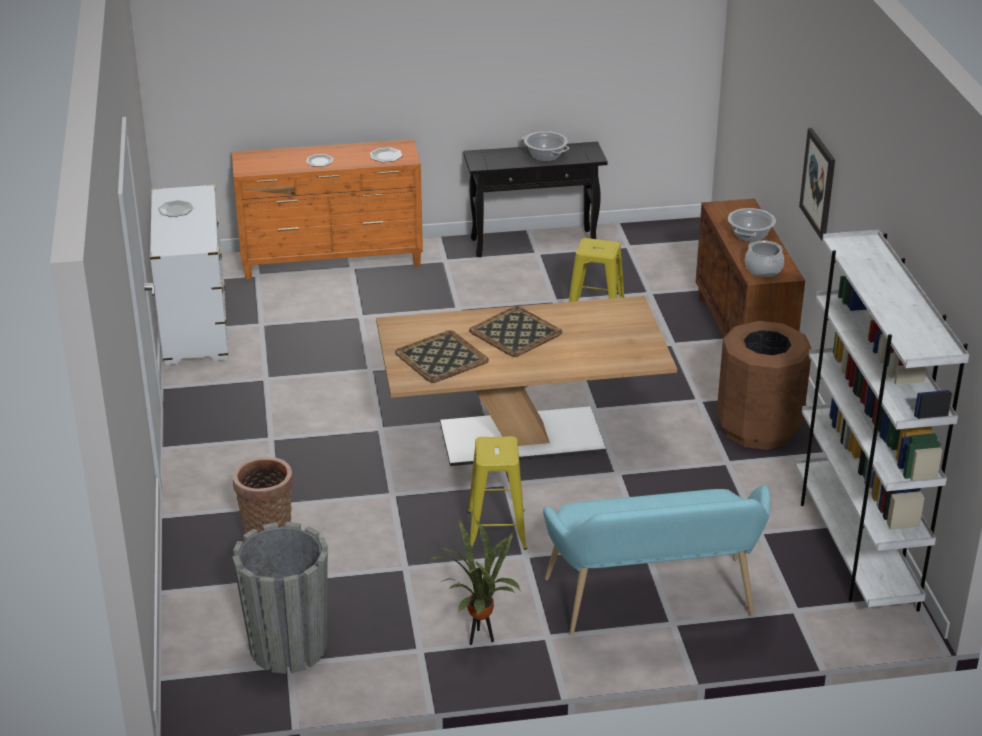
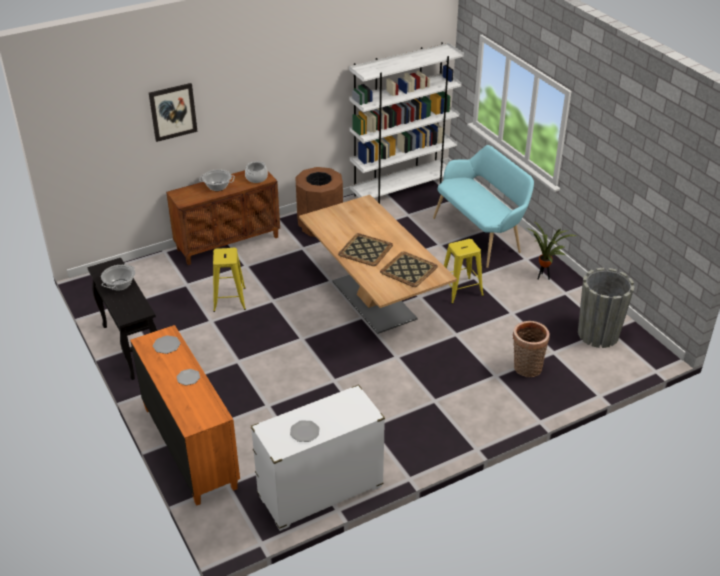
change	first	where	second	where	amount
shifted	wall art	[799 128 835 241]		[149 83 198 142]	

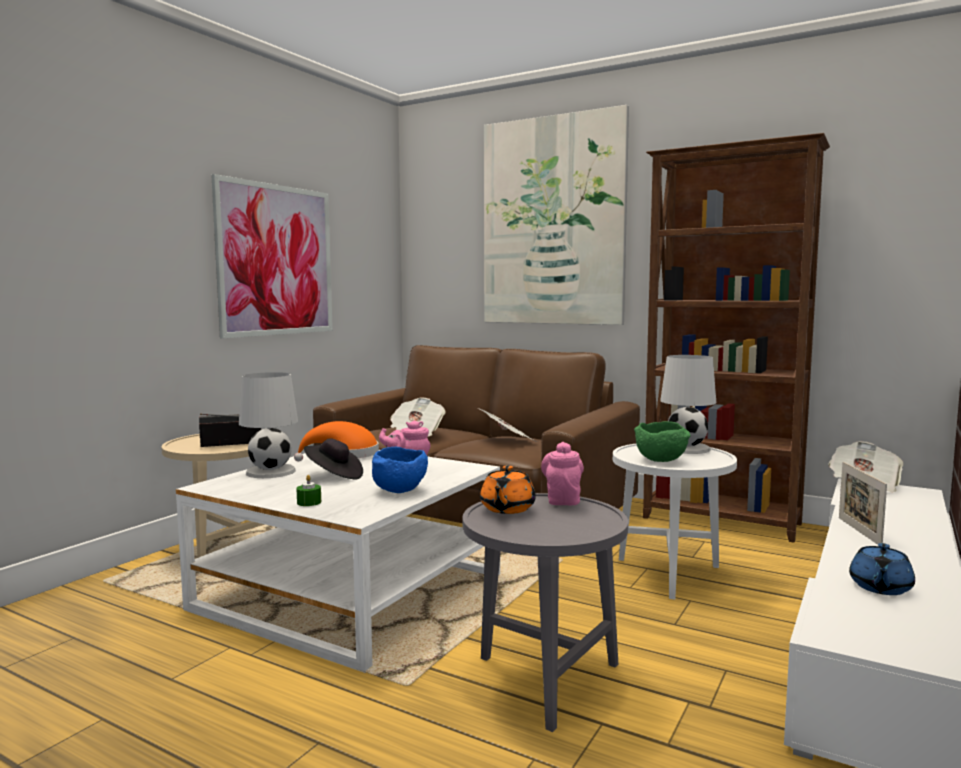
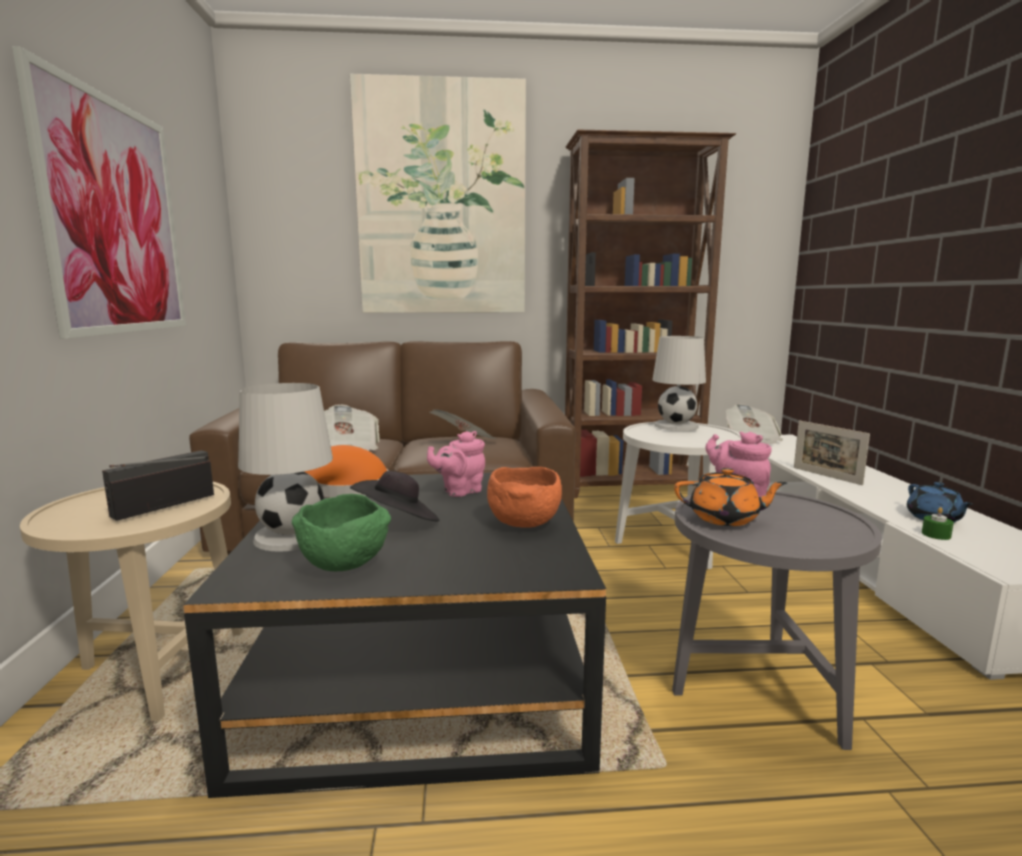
change	first	where	second	where	amount
shifted	greenish deep dish	[634 421 691 462]		[292 494 391 571]	
repainted	bluish deep dish	[372 447 428 493]	orange-coloured deep dish	[487 467 562 528]	
repainted	white low table	[176 449 500 673]	black low table	[183 473 606 798]	
rotated	orange-coloured tea pot	[480 465 536 514]		[674 468 787 526]	60 degrees counterclockwise
shifted	greenish wax candle	[296 475 321 506]		[922 507 954 540]	

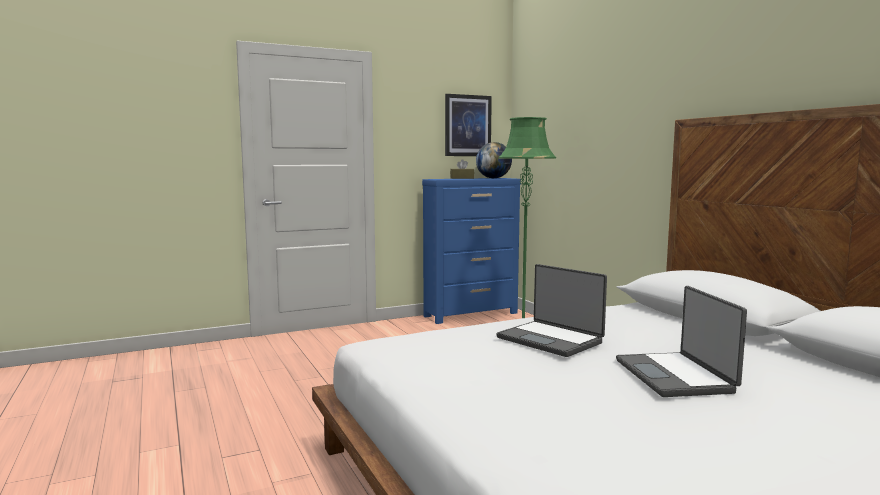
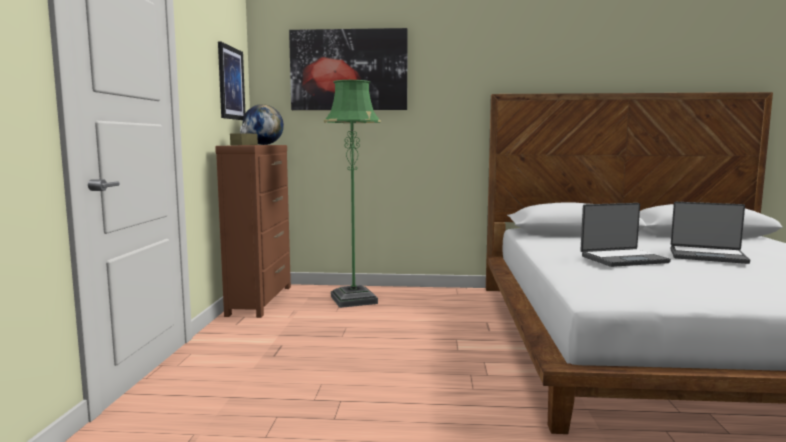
change	first	where	second	where	amount
repainted	bluish drawer chest	[422 178 521 324]	brown-coloured drawer chest	[215 145 291 318]	
new			wall art	[289 28 408 110]	

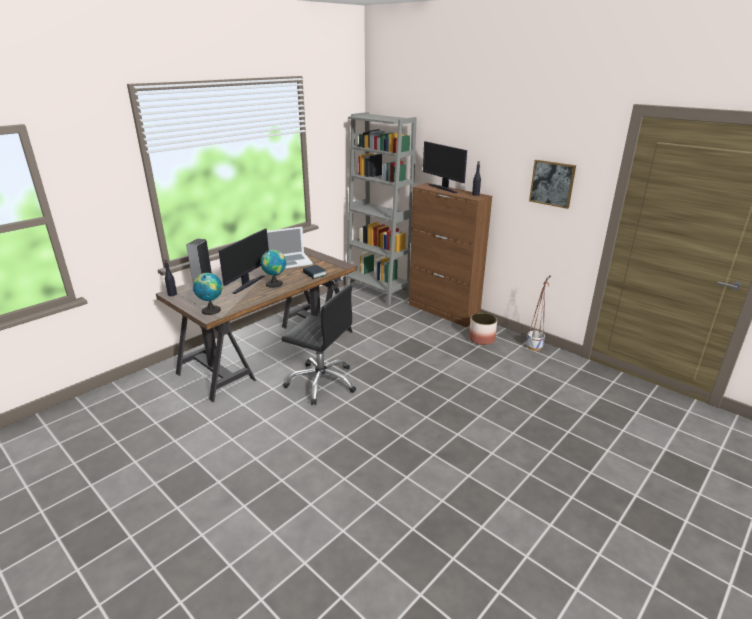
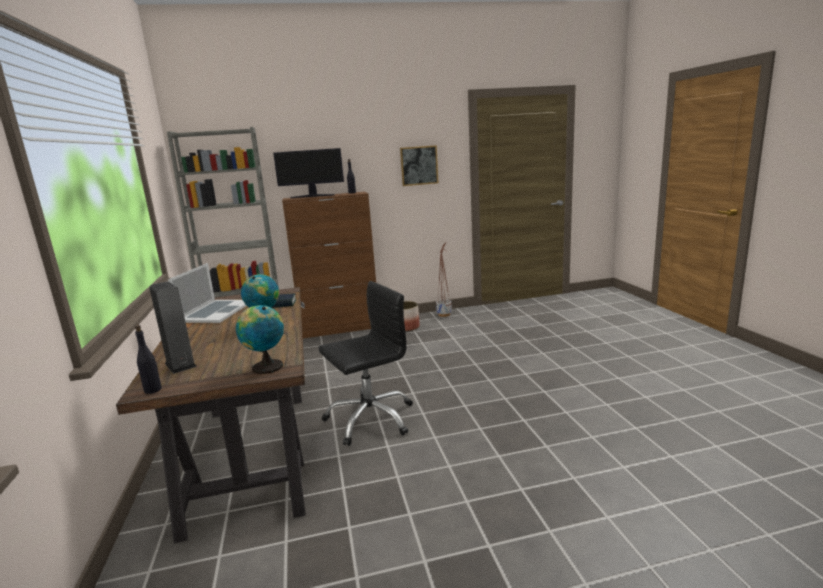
change	first	where	second	where	amount
gone	computer display	[218 229 269 294]			

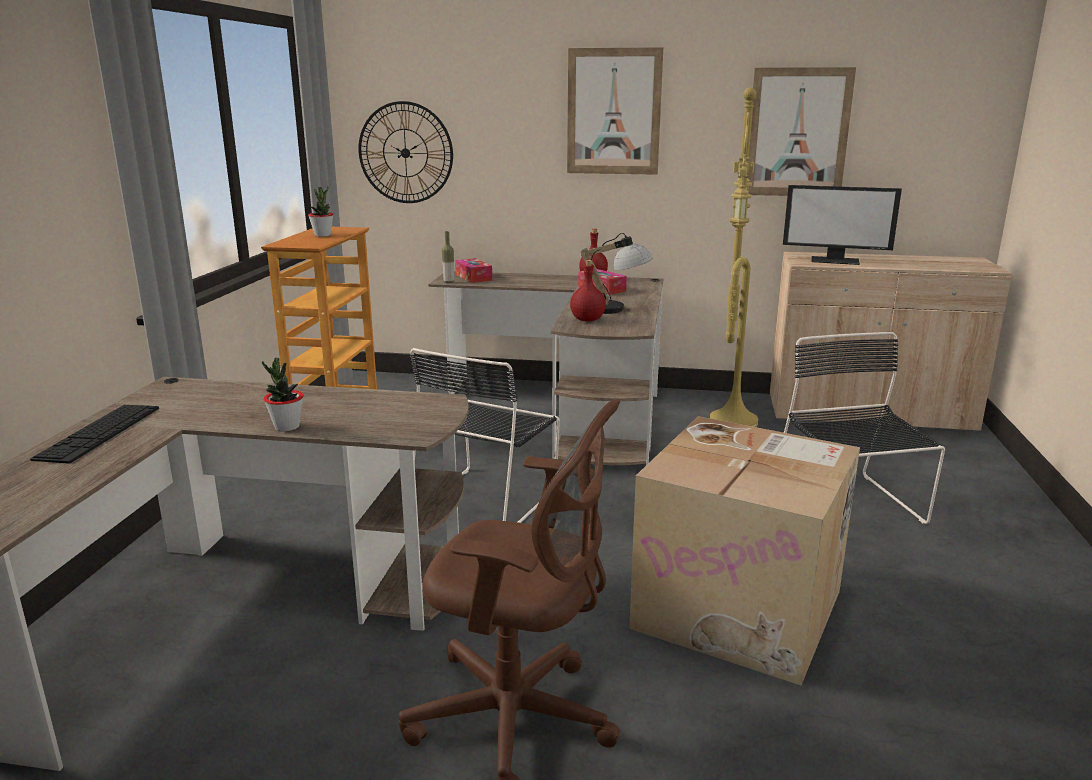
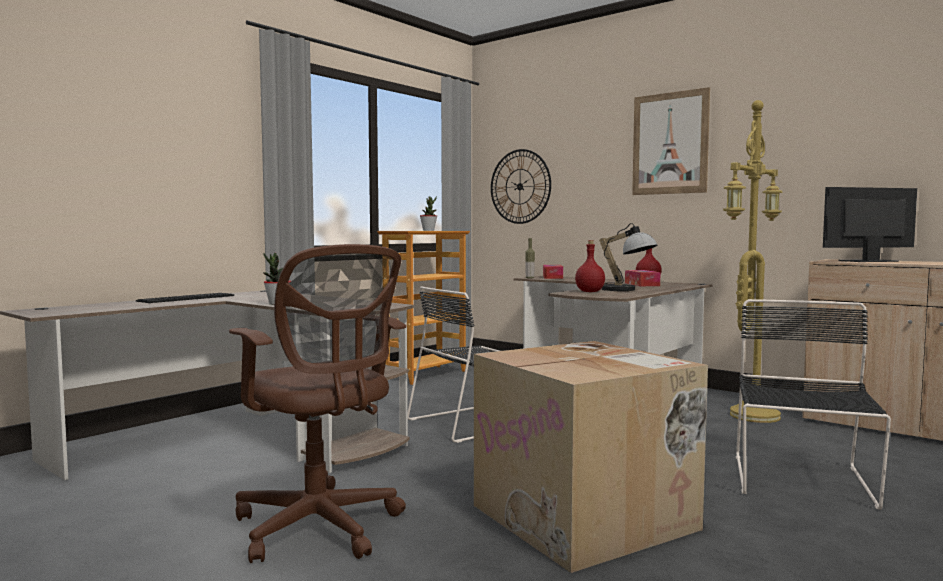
change	first	where	second	where	amount
gone	wall art	[748 67 856 196]			
rotated	computer display	[783 185 902 265]		[823 187 917 262]	120 degrees clockwise

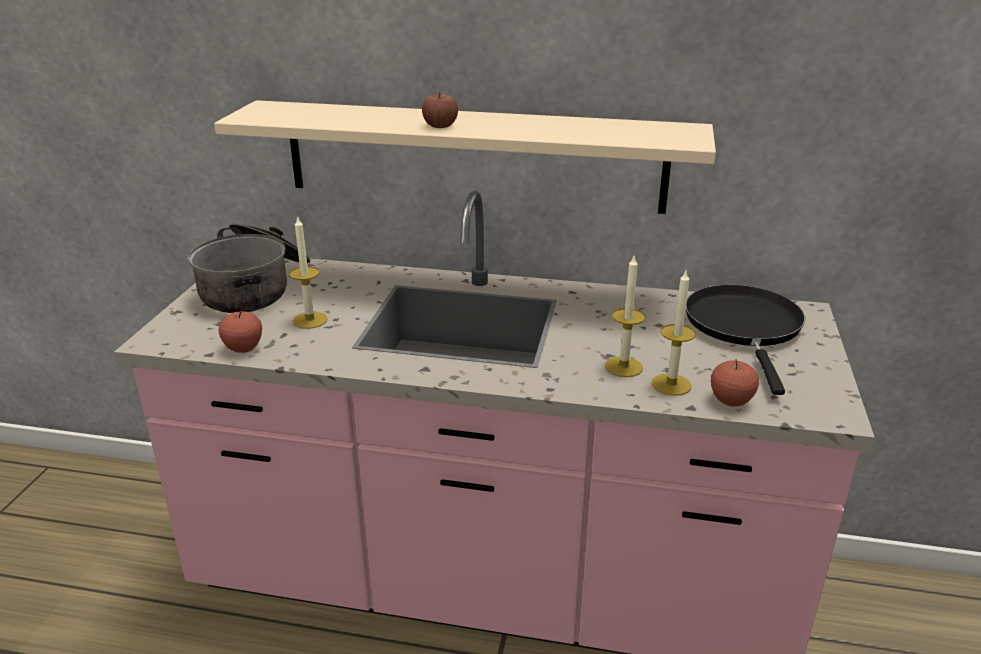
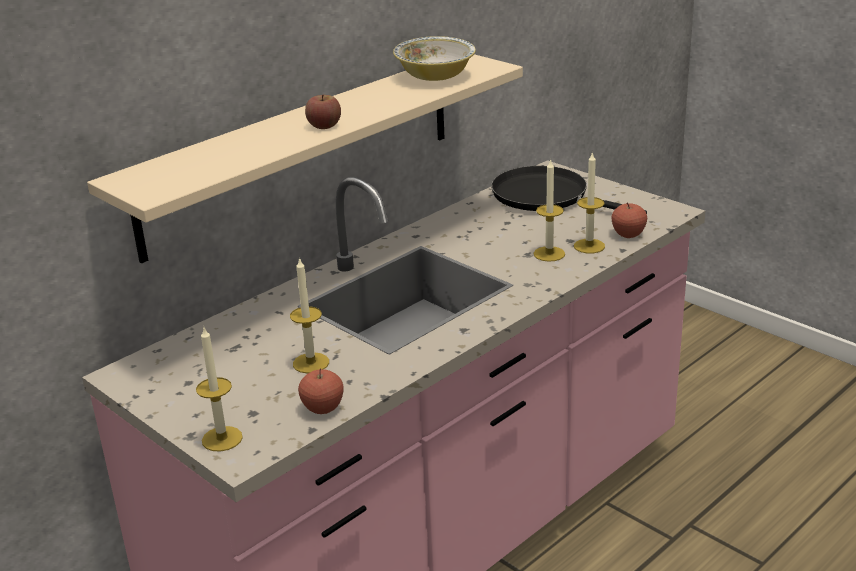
change	first	where	second	where	amount
gone	saucepot	[188 224 311 313]			
new			deep dish	[393 36 476 81]	
new			wax candle	[196 328 243 451]	

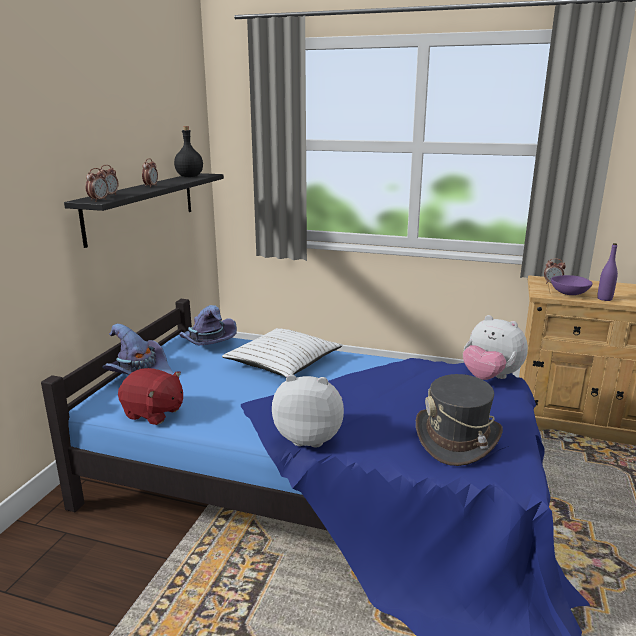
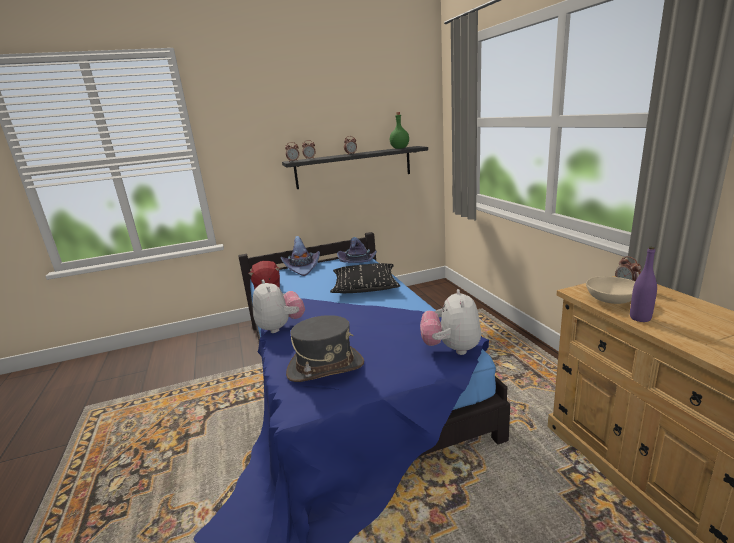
change	first	where	second	where	amount
repainted	black beverage bottle	[174 126 203 177]	greenish beverage bottle	[390 112 409 149]	
repainted	purplish deep dish	[551 275 592 295]	beige-coloured deep dish	[586 276 635 304]	
repainted	white cushion	[222 328 343 377]	black cushion	[330 263 400 293]	

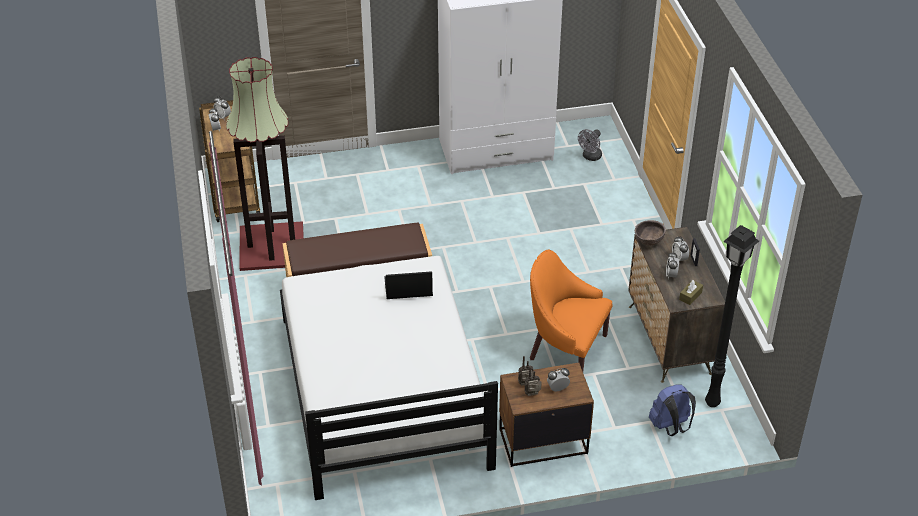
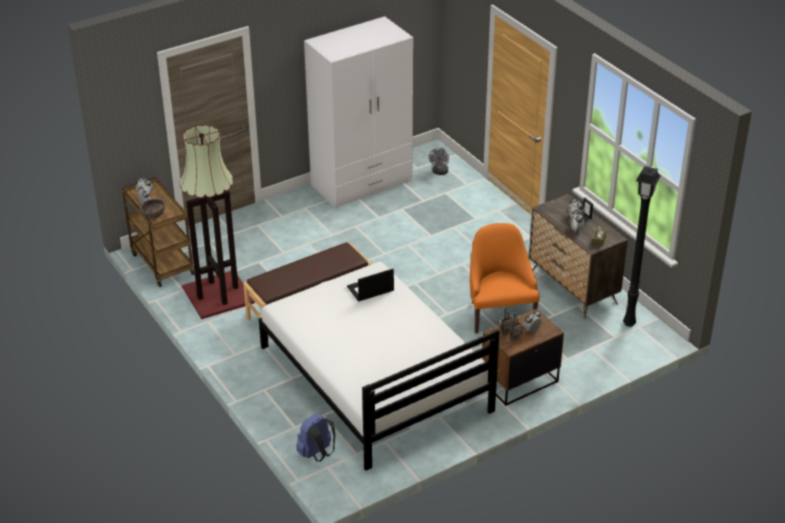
change	first	where	second	where	amount
shifted	brown-coloured deep dish	[635 220 666 246]		[140 198 165 219]	
rotated	orange-coloured armchair	[530 250 612 371]		[470 223 540 334]	75 degrees clockwise
shifted	bluish backpack	[649 384 696 436]		[296 414 335 462]	

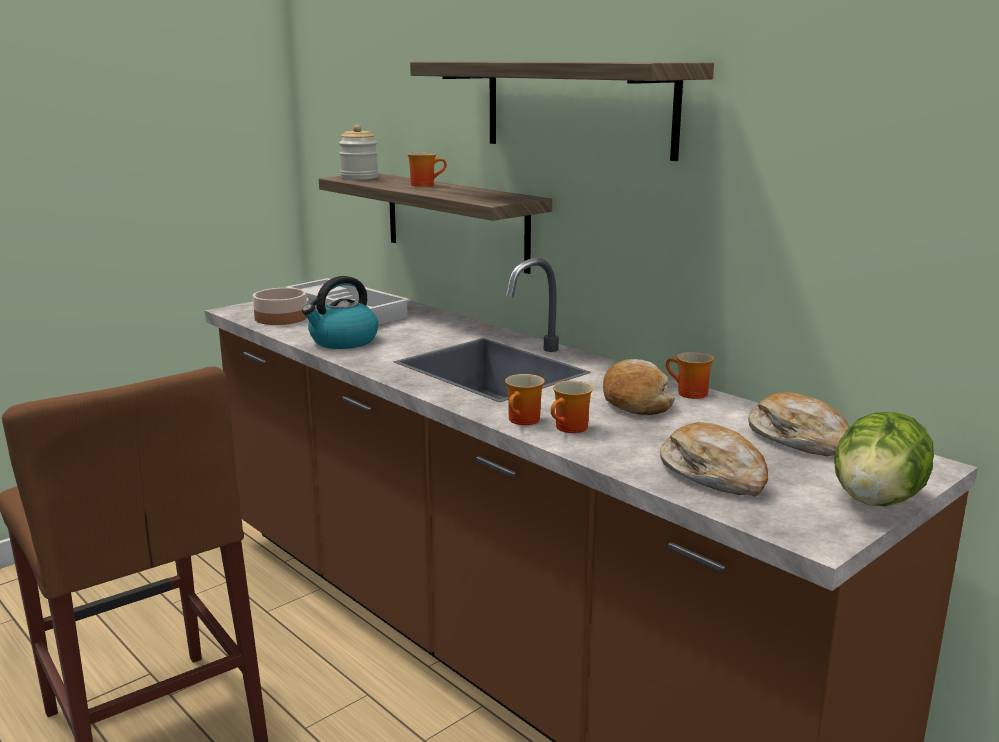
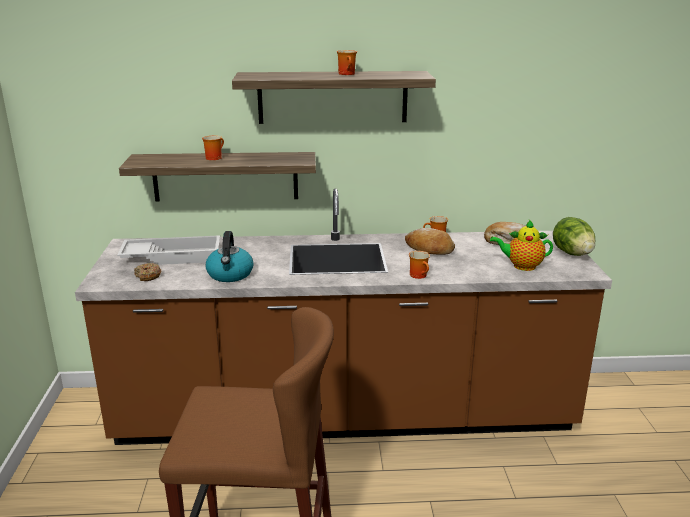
change	first	where	second	where	amount
gone	preserve jar	[339 125 378 180]			
swapped	deep dish	[253 288 307 325]	ring doughnut	[134 263 161 281]	
shifted	coffee mug	[551 381 593 433]		[337 50 357 75]	
swapped	baked bread	[660 422 768 497]	tea pot	[490 220 553 271]	

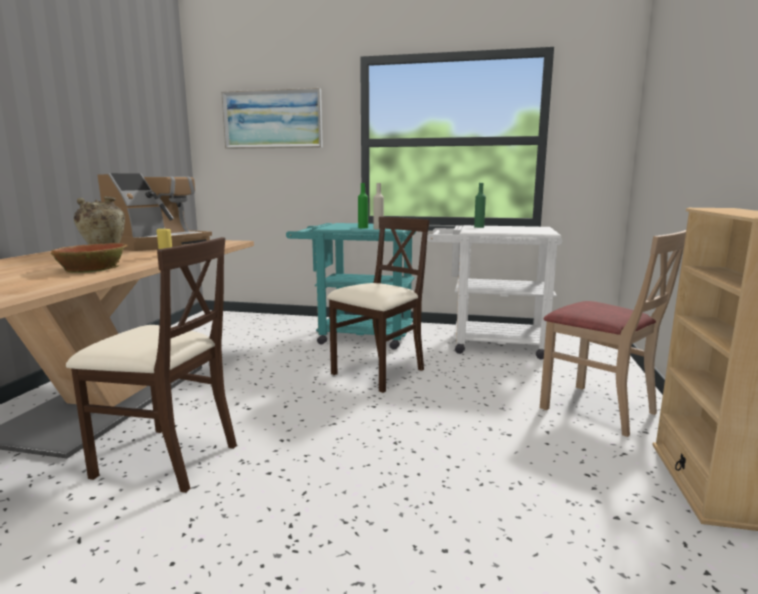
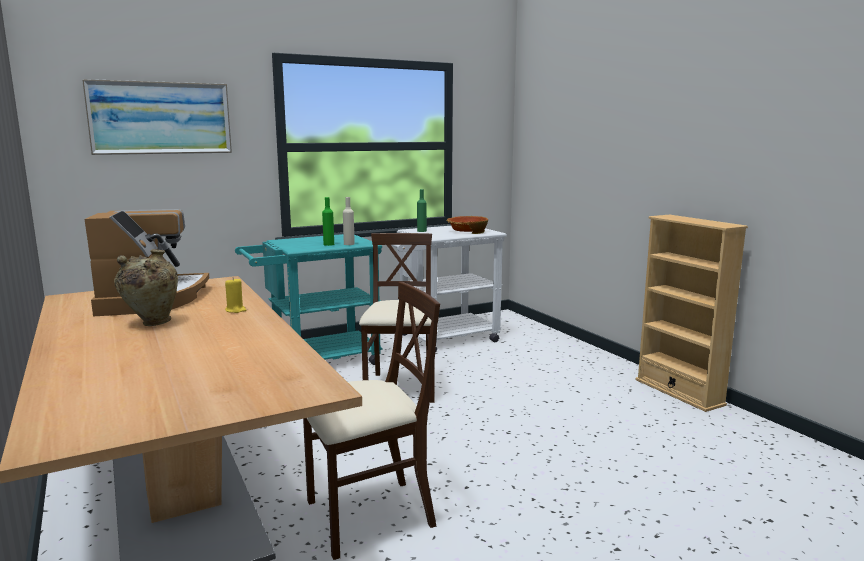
change	first	where	second	where	amount
gone	beige-coloured upright chair	[540 230 686 437]			
shifted	deep dish	[50 243 128 273]		[446 216 488 234]	

